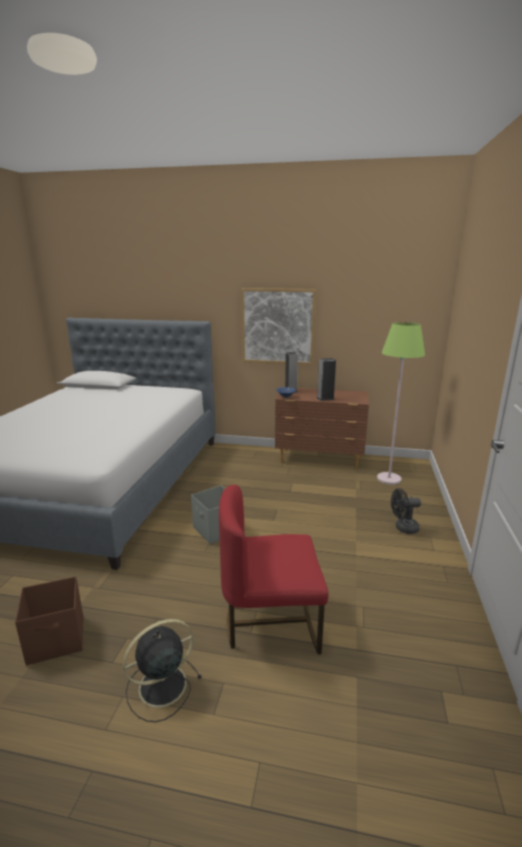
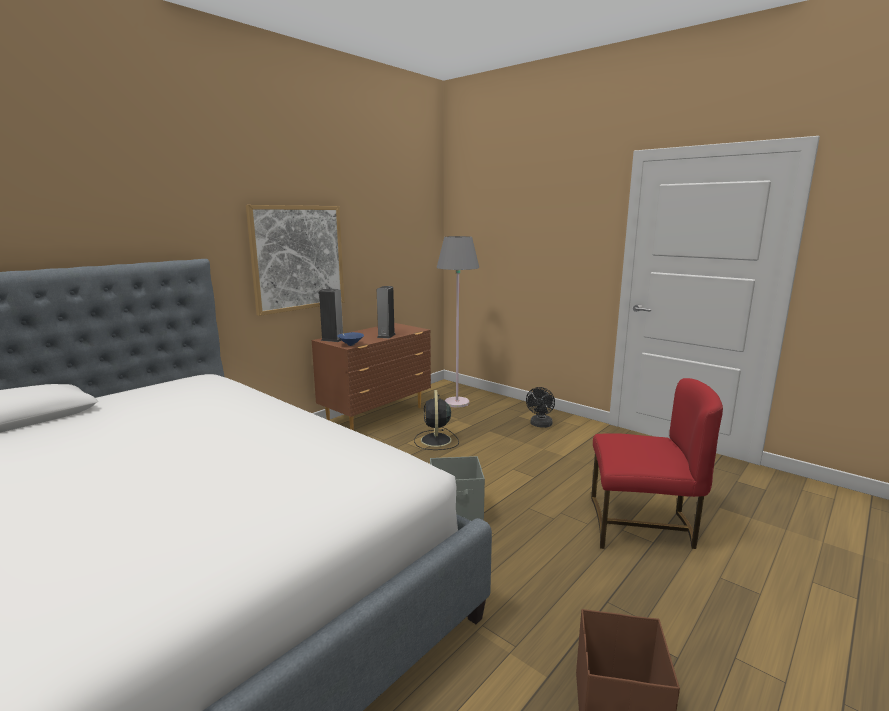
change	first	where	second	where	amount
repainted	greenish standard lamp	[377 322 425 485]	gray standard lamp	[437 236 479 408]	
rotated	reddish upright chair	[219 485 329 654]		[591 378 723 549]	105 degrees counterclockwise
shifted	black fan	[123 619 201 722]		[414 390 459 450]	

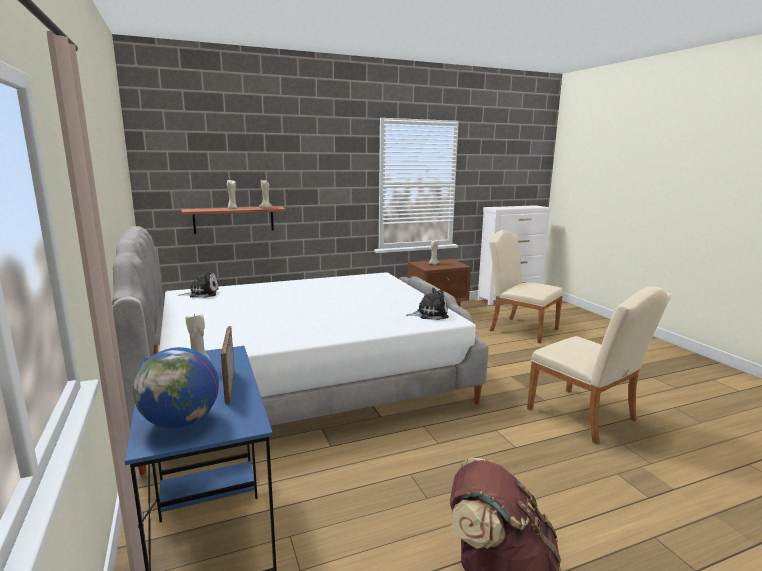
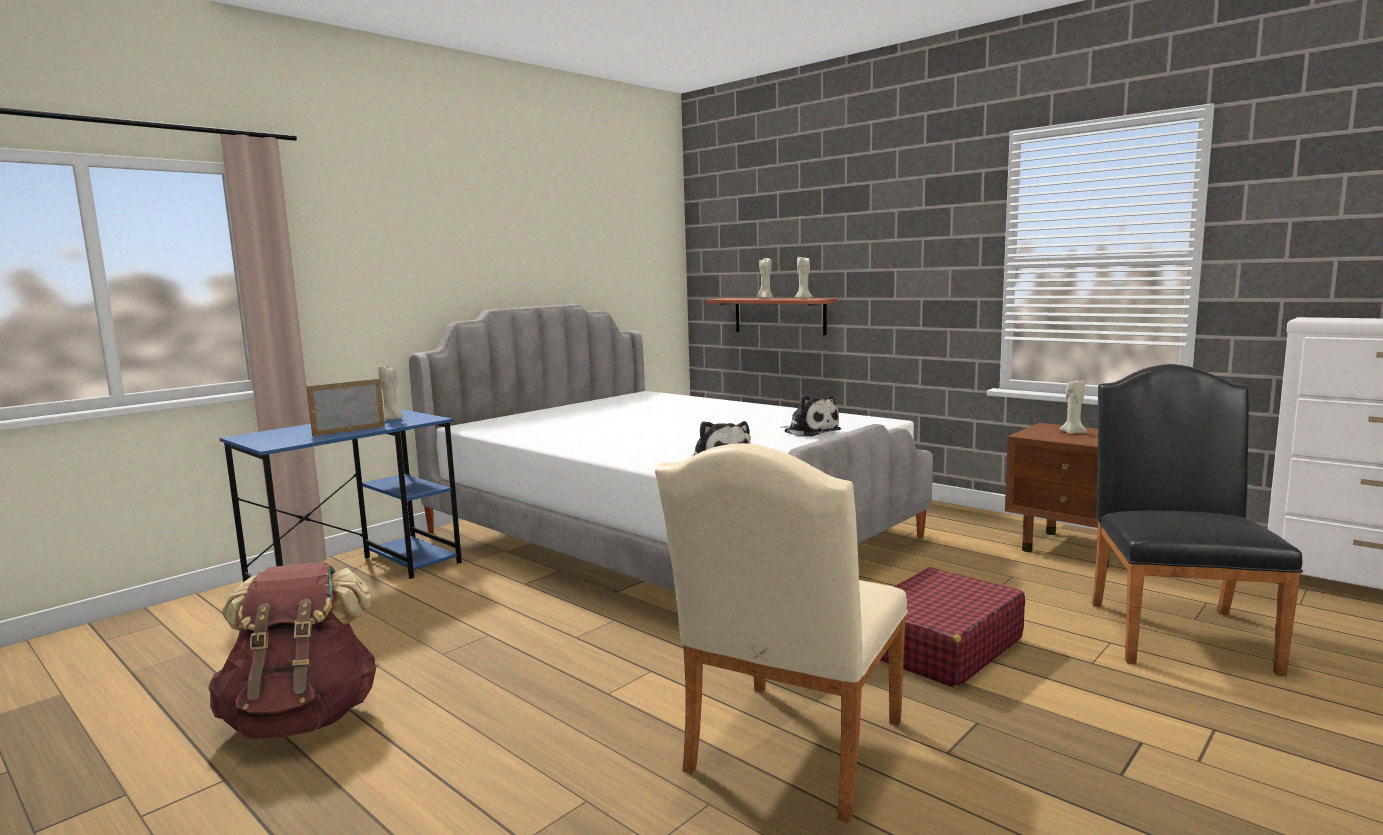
change	first	where	second	where	amount
repainted	beige-coloured upright chair	[489 230 563 343]	black upright chair	[1092 364 1303 676]	
shifted	plush toy	[178 270 219 298]		[781 395 841 437]	
gone	desk globe	[133 347 219 428]			
new			reddish suitcase	[880 567 1025 688]	

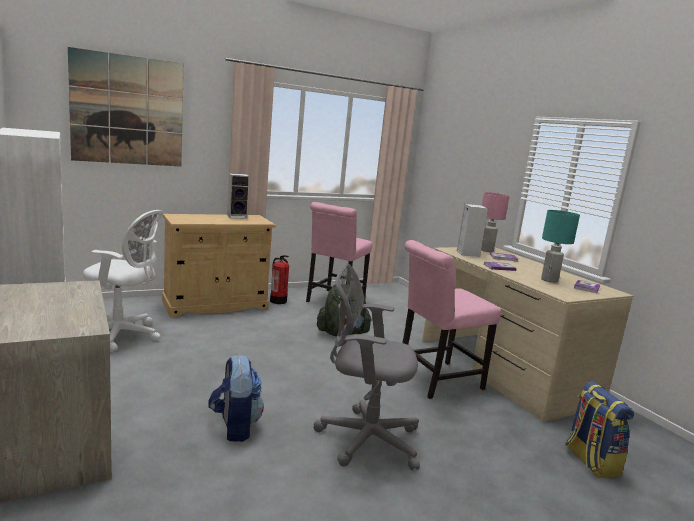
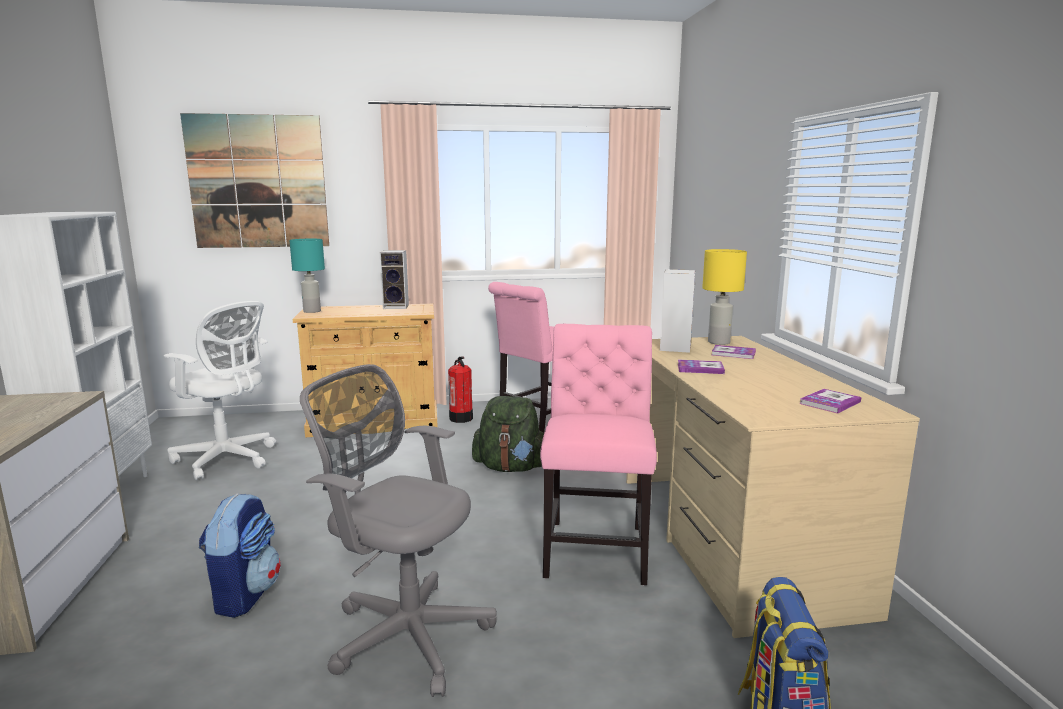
change	first	where	second	where	amount
repainted	pink-coloured lamp for a table	[481 192 510 252]	yellowish lamp for a table	[702 249 747 345]	
shifted	blue-green lamp for a table	[541 210 580 283]		[289 239 325 313]	
rotated	pink-coloured upright chair	[402 240 501 399]		[540 324 657 585]	105 degrees clockwise

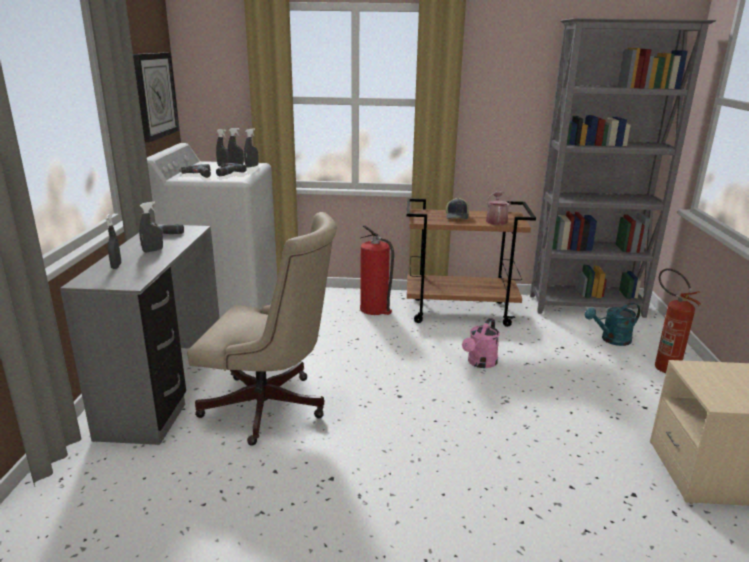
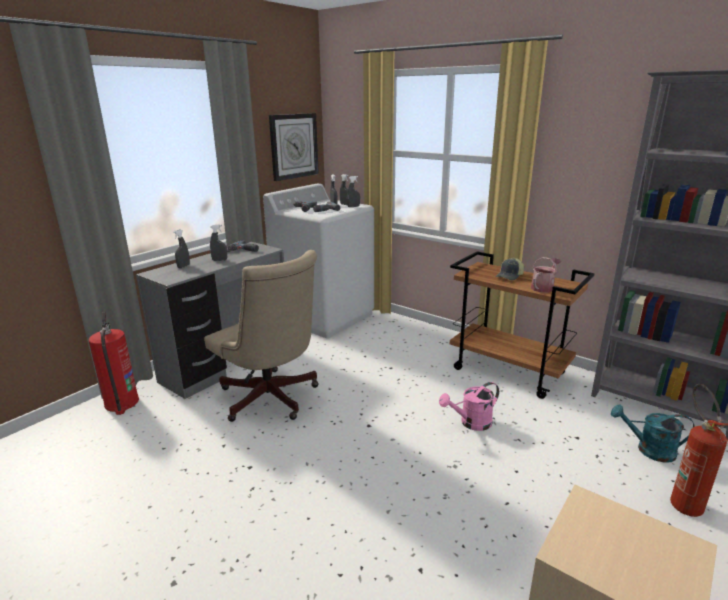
change	first	where	second	where	amount
shifted	fire-fighting cylinder	[360 225 394 315]		[89 311 139 415]	

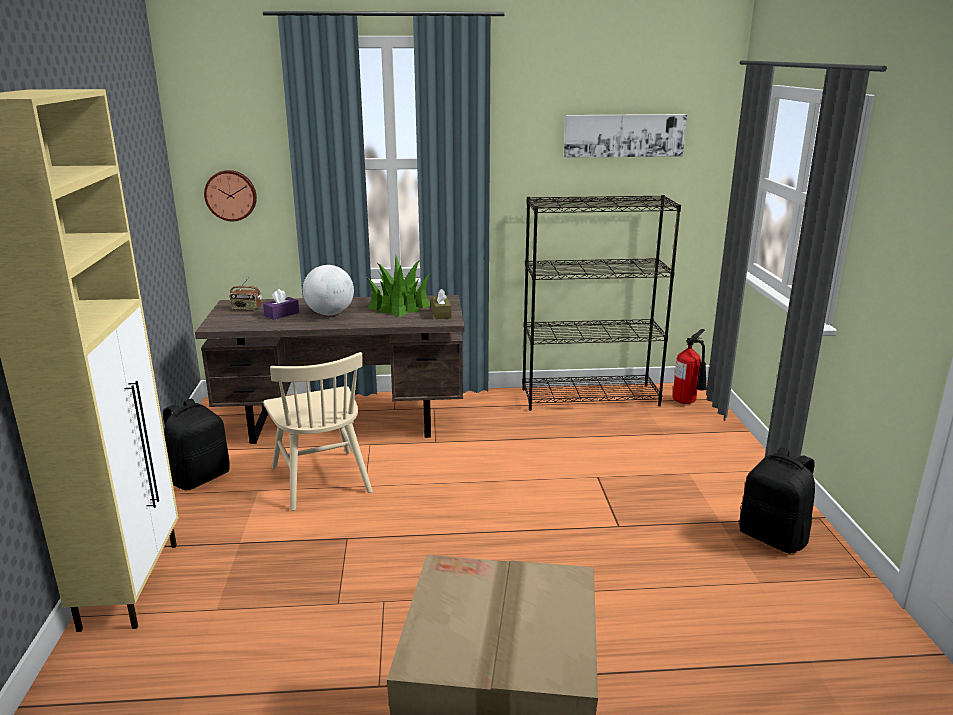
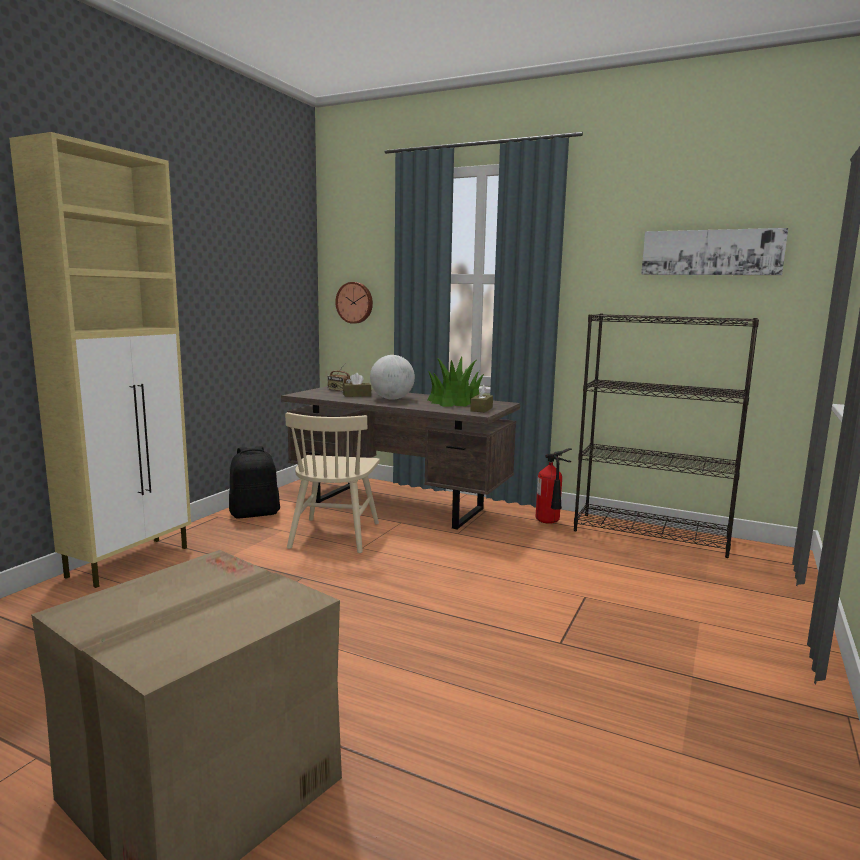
change	first	where	second	where	amount
repainted	purplish box of tissues	[263 289 299 320]	brown-coloured box of tissues	[343 373 371 397]	
shifted	fire-fighting cylinder	[673 329 707 404]		[536 448 572 524]	
gone	black backpack	[739 447 815 553]			

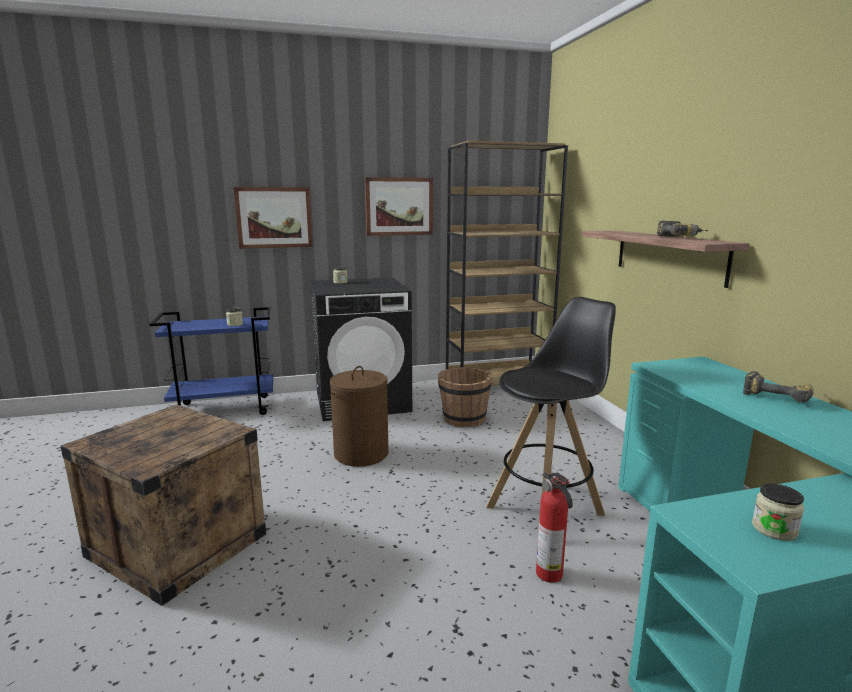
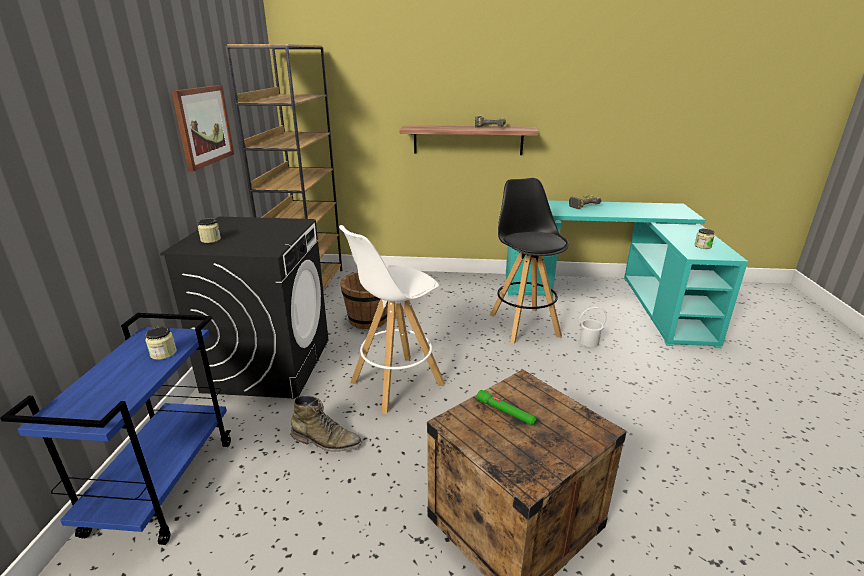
change	first	where	second	where	amount
gone	wall art	[234 187 313 249]			
swapped	brown-coloured laundry basket	[330 366 389 467]	white sitting stool	[339 225 445 414]	
swapped	fire-fighting cylinder	[536 472 573 583]	white bucket	[579 307 607 347]	
new			greenish hand torch	[477 390 537 426]	
new			greenish high-top boot	[291 395 362 452]	

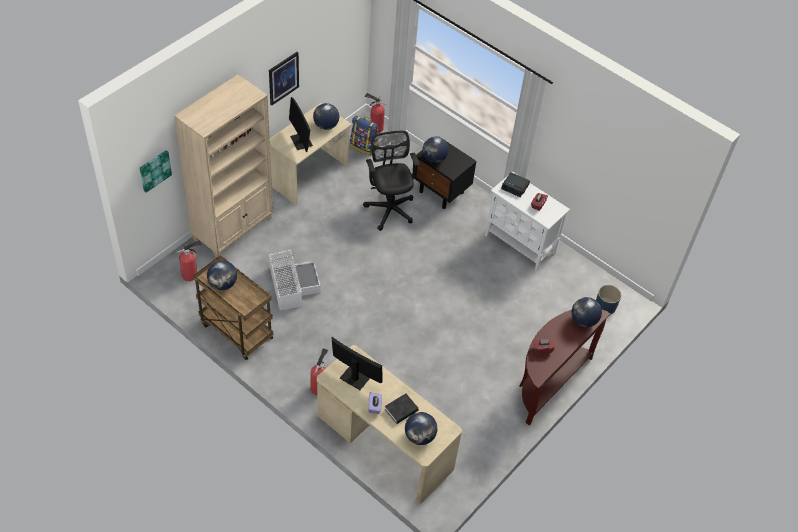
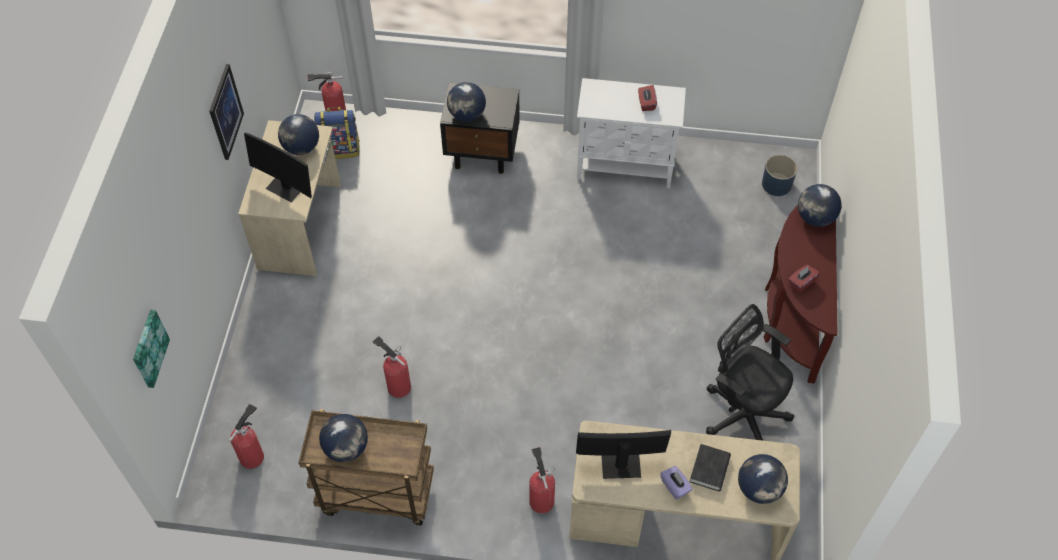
change	first	where	second	where	amount
gone	beige-coloured bookcase	[174 75 273 258]			
shifted	black office chair	[363 131 420 231]		[706 304 794 441]	
gone	bedside clock	[501 172 530 197]			
swapped	white storage container	[269 249 321 310]	fire-fighting cylinder	[373 336 411 398]	

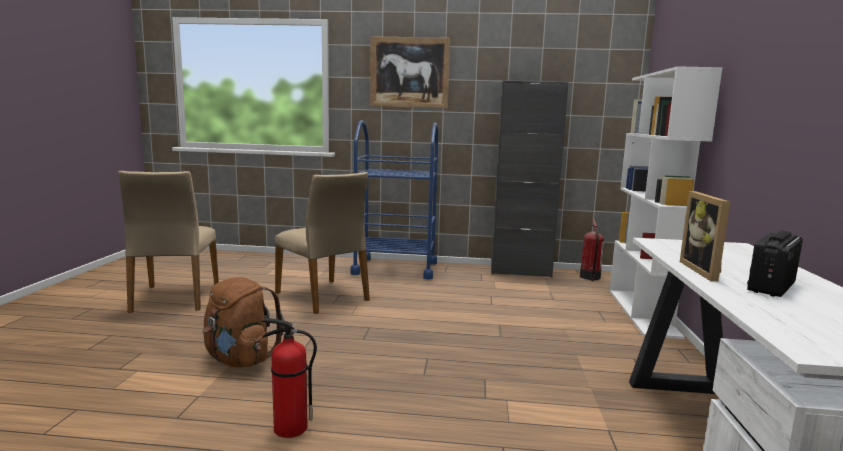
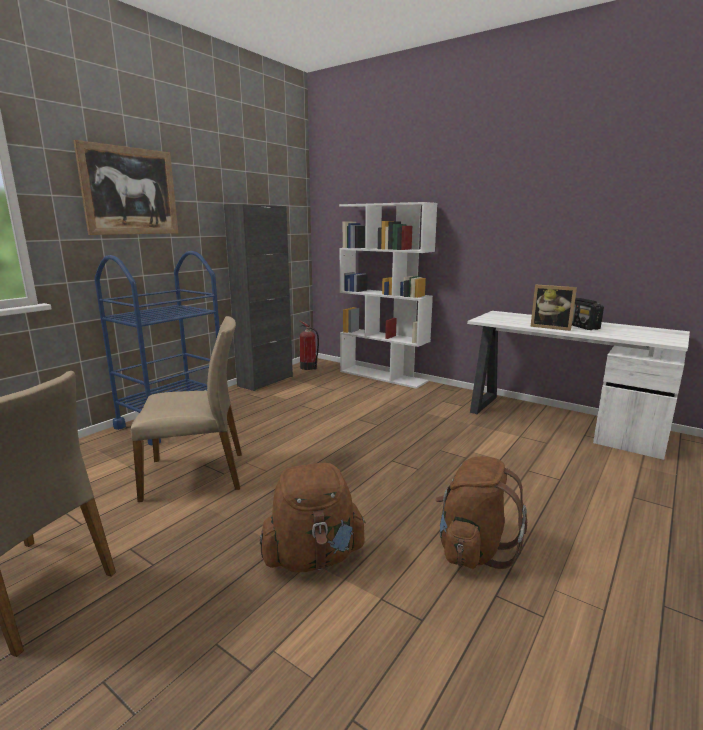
change	first	where	second	where	amount
swapped	fire-fighting cylinder	[261 318 317 438]	brown-coloured backpack	[435 456 527 569]	

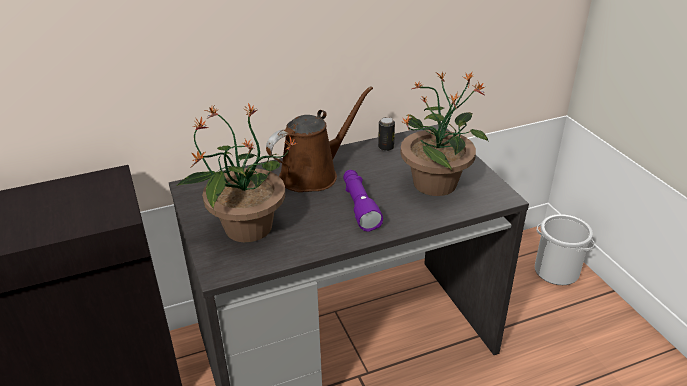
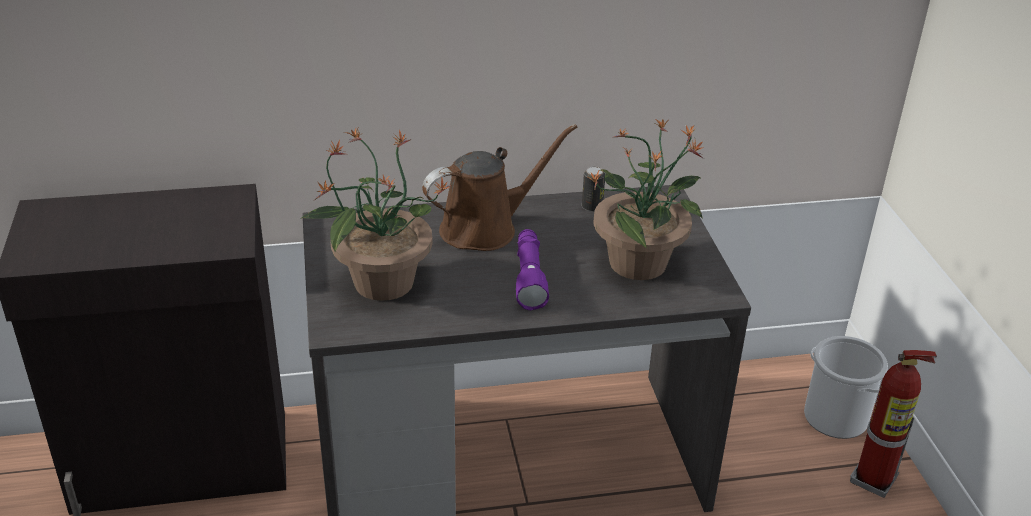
change	first	where	second	where	amount
new			fire-fighting cylinder	[850 350 937 498]	

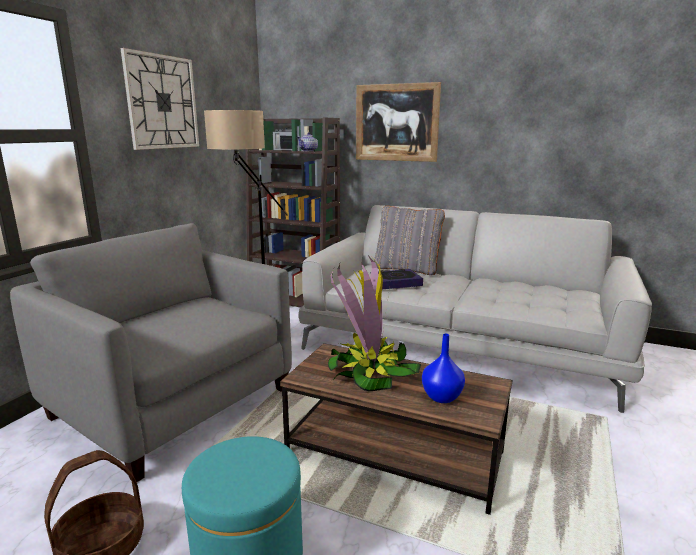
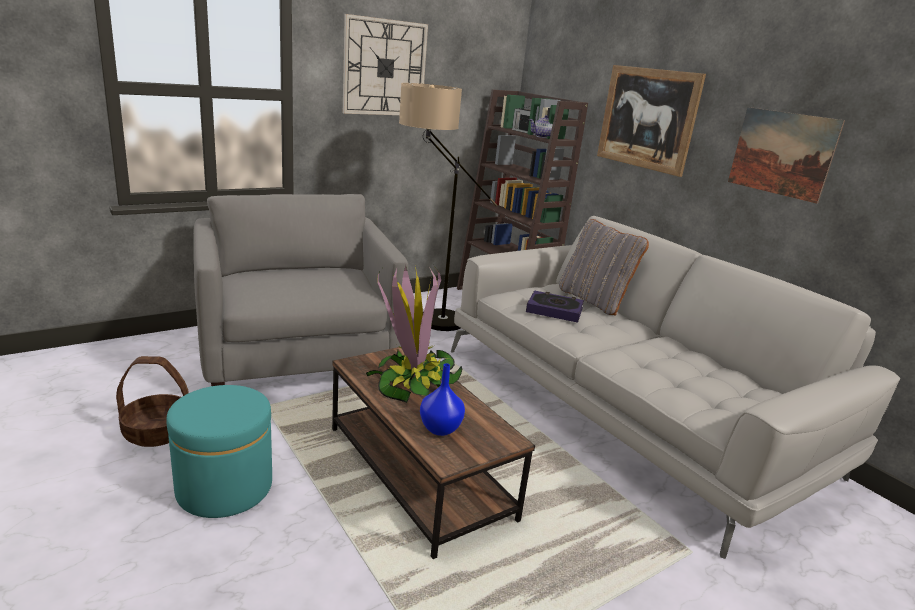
change	first	where	second	where	amount
new			wall art	[728 107 845 204]	

